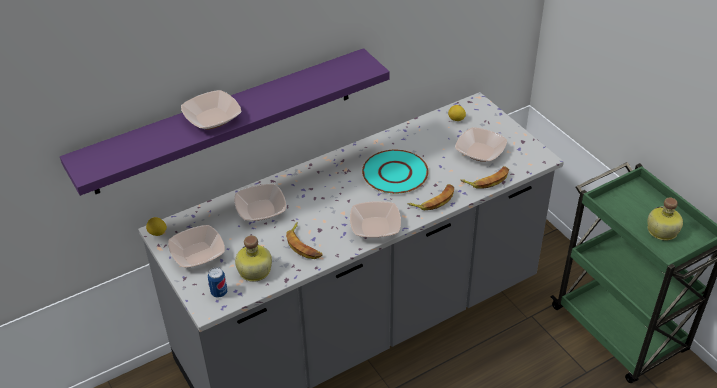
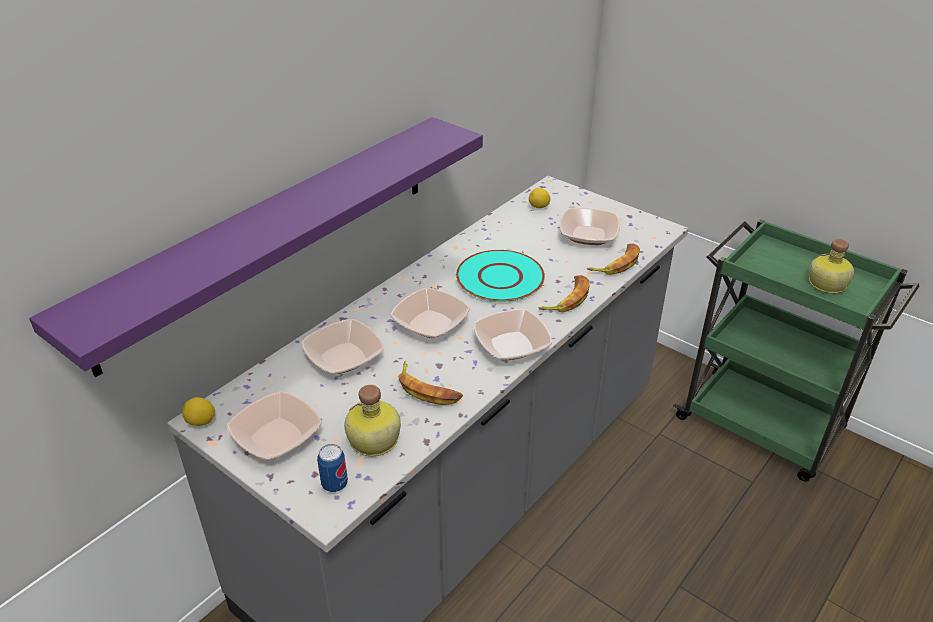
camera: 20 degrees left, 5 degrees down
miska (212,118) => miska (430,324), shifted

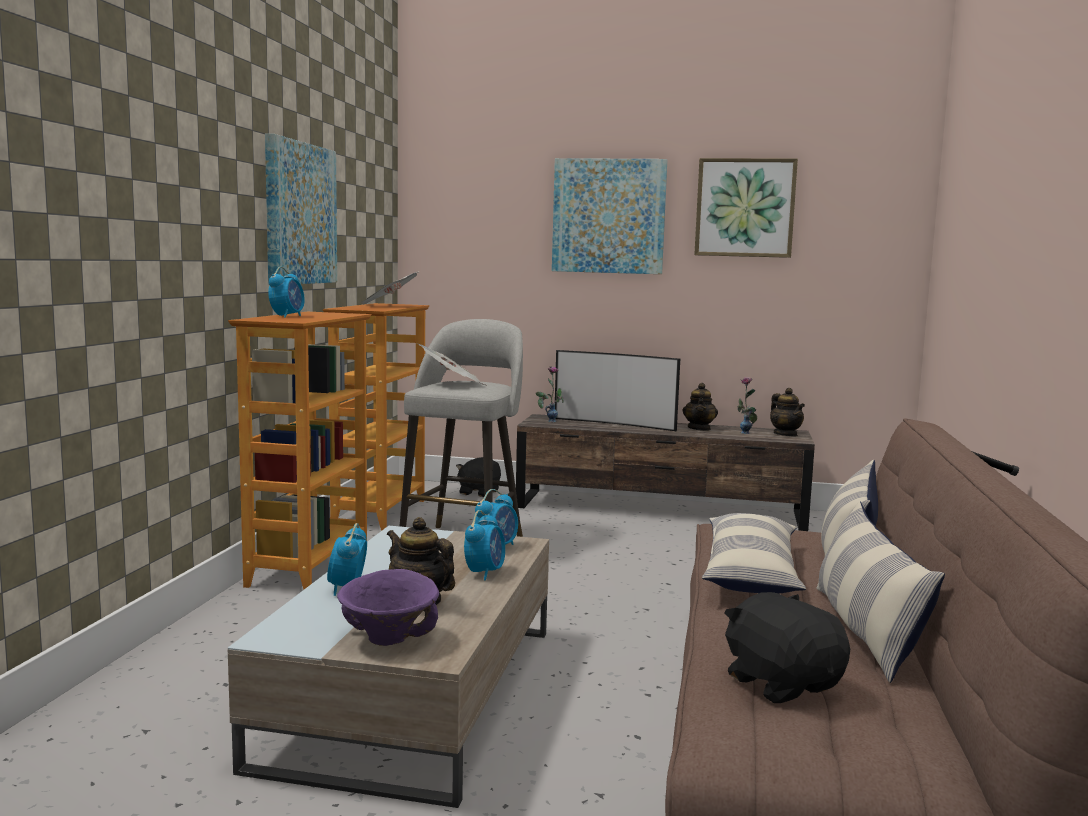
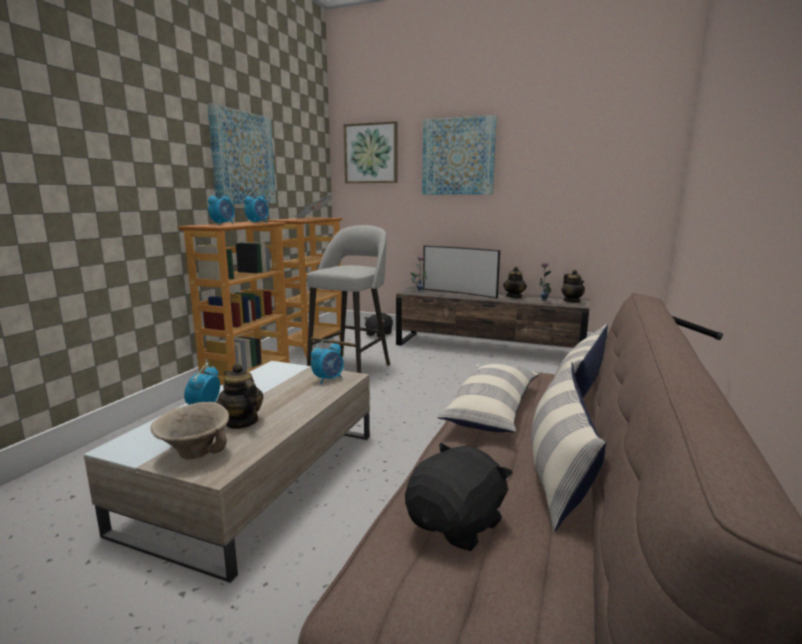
camera: 10 degrees right, 5 degrees up
gazeta (452,383) => nothing
budzik (485,573) => budzik (258,222), shifted
obraz (745,208) => obraz (371,153), shifted
miska (fioletowy) (387,640) => miska (beżowy) (193,454)
pluszak (czarny) (782,683) => pluszak (czarny) (457,524), 60 degrees clockwise

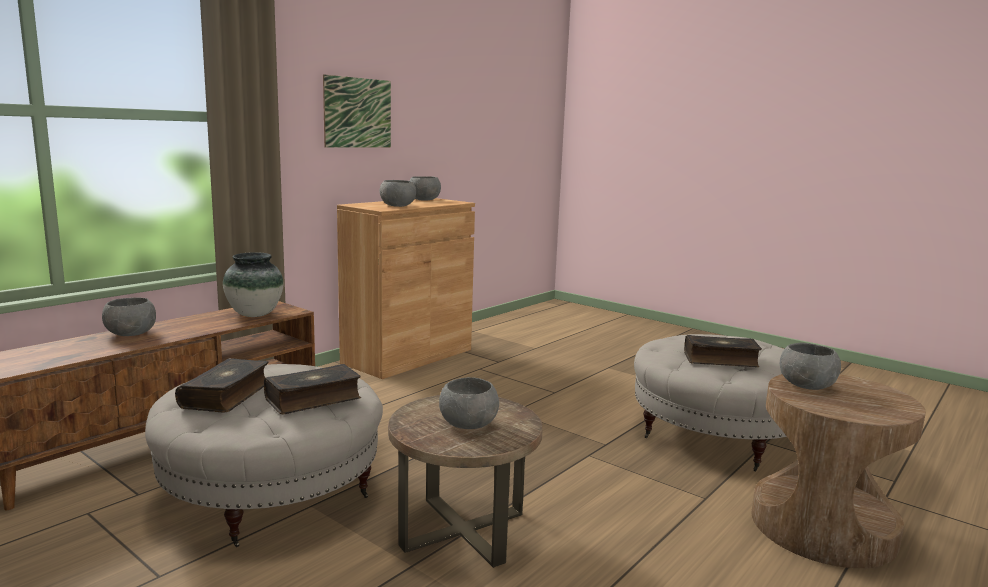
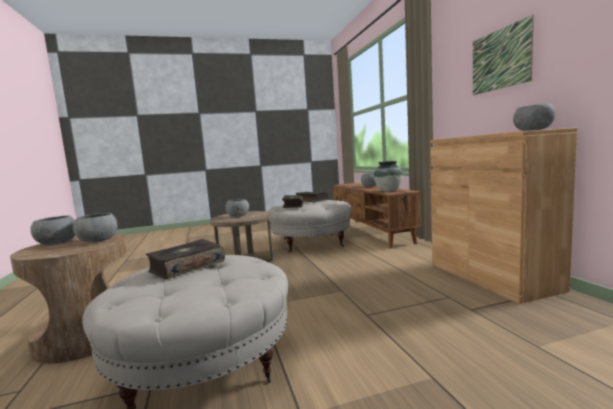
camera: 125 degrees right, 5 degrees down
miska (szary) (397,206) => miska (szary) (58,243), shifted

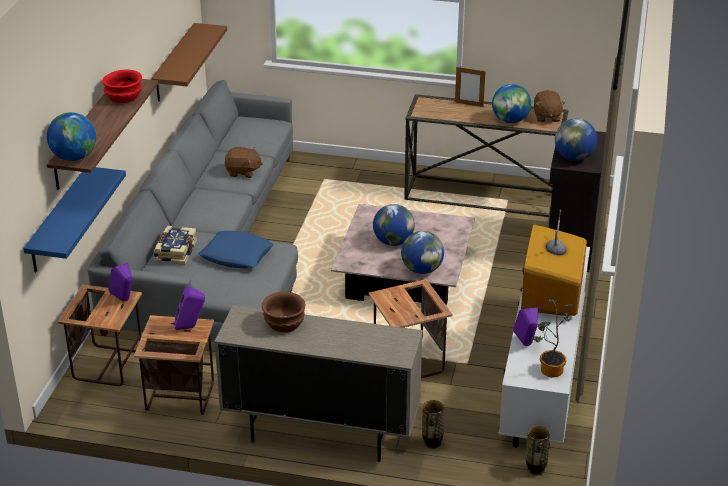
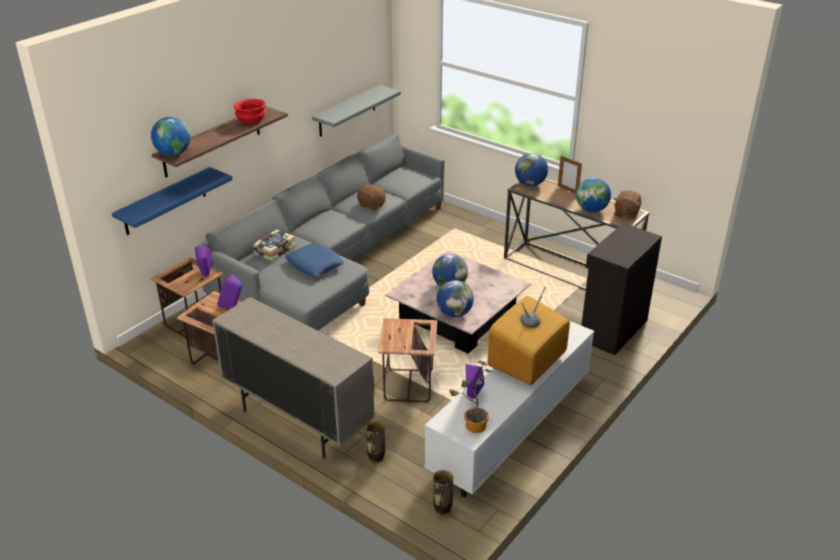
camera: 25 degrees right, 0 degrees up
miska (brązowy) (284,323) => nothing
globus (574,157) => globus (530,184), shifted
półka (brązowy) (174,63) => półka (szary) (347,111)

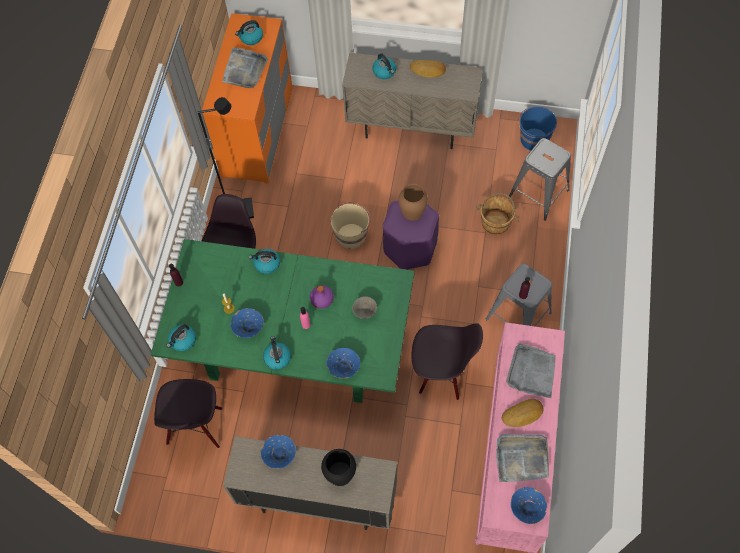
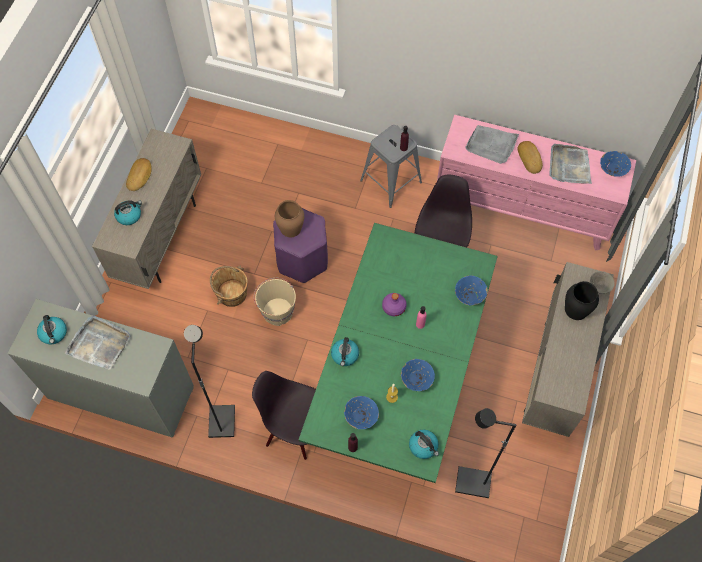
camera: 85 degrees left, 0 degrees up
czajnik (277,357) => nothing
stołek (szary) (538,194) => nothing
wiadro (niebieski) (533,140) => nothing
miska (niebieski) (279,455) => miska (niebieski) (361,416), shifted
miska (szary) (364,312) => miska (szary) (598,287), shifted
wiadro (brązowy) (495,222) => wiadro (brązowy) (231,293), shifted
krzesło (czarny) (195,427) => lampa stojąca (czarny) (472,483)
komoda (pomarańczowy) (257,132) => komoda (szary) (121,393)

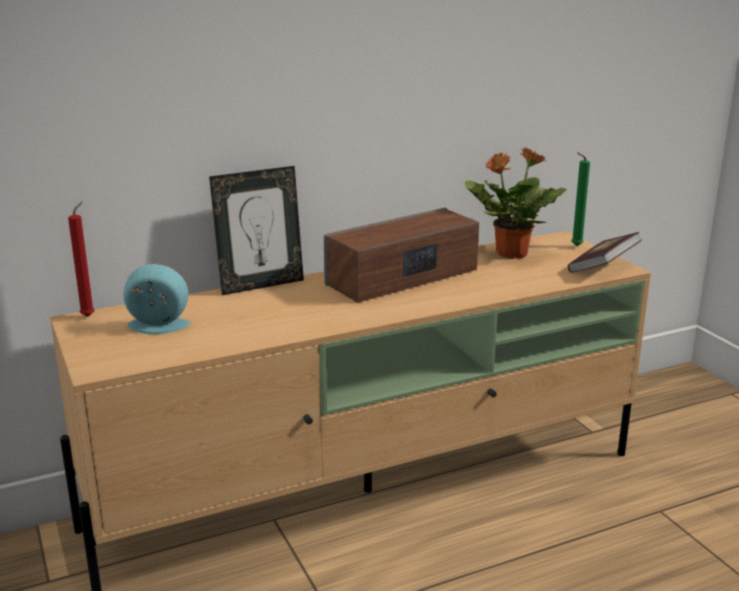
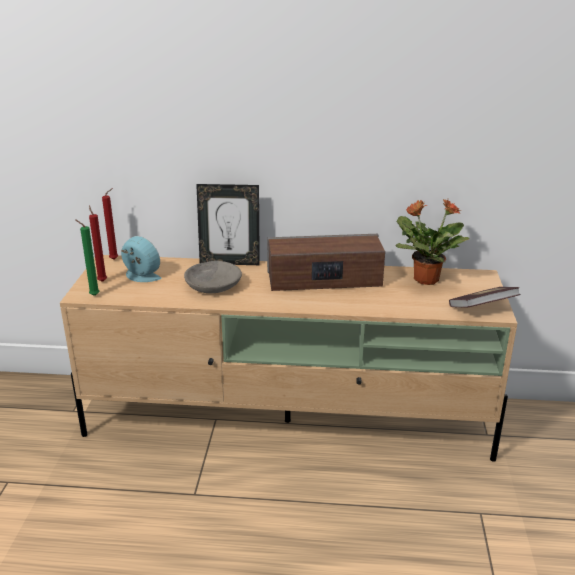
camera: 30 degrees right, 5 degrees up
nothing => świeca (czerwony) (102,281)
nothing => miska (szary) (213,285)
świeca (zielony) (575,246) => świeca (zielony) (93,295), shifted

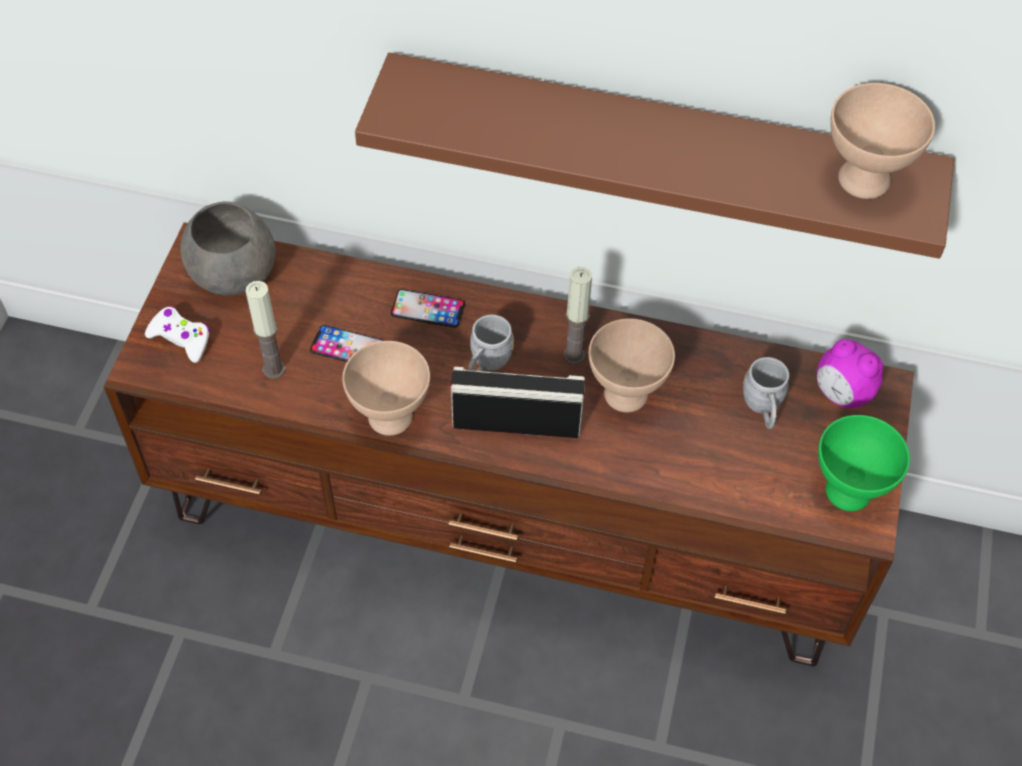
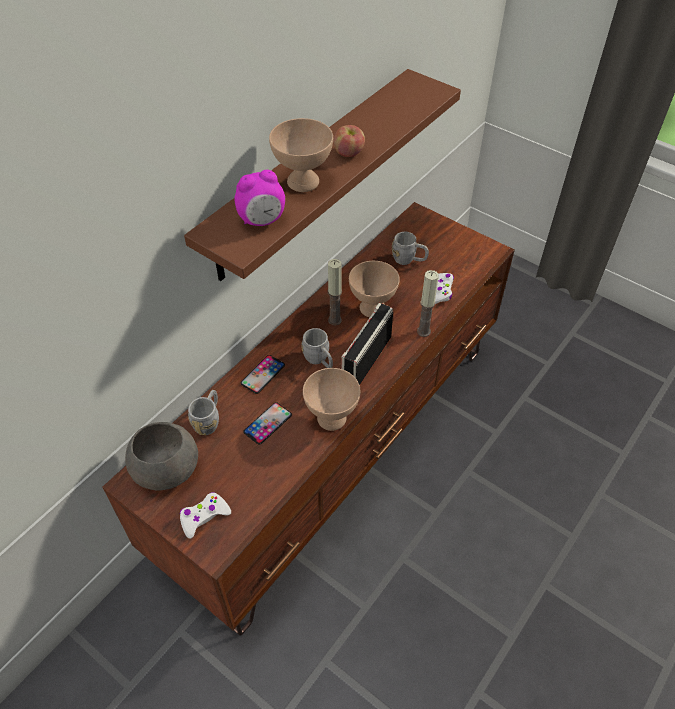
camera: 65 degrees left, 5 degrees down
miska (zielony) (846,491) => nothing
nothing => kubek (szary) (209,420)
nothing => jabłko (349,153)
nothing => pad do gier (biały) (441,291)
świeca (274,369) => świeca (423,331), shifted
budzik (842,394) => budzik (262,220), shifted
miska (beżowy) (862,179) => miska (beżowy) (302,182), shifted

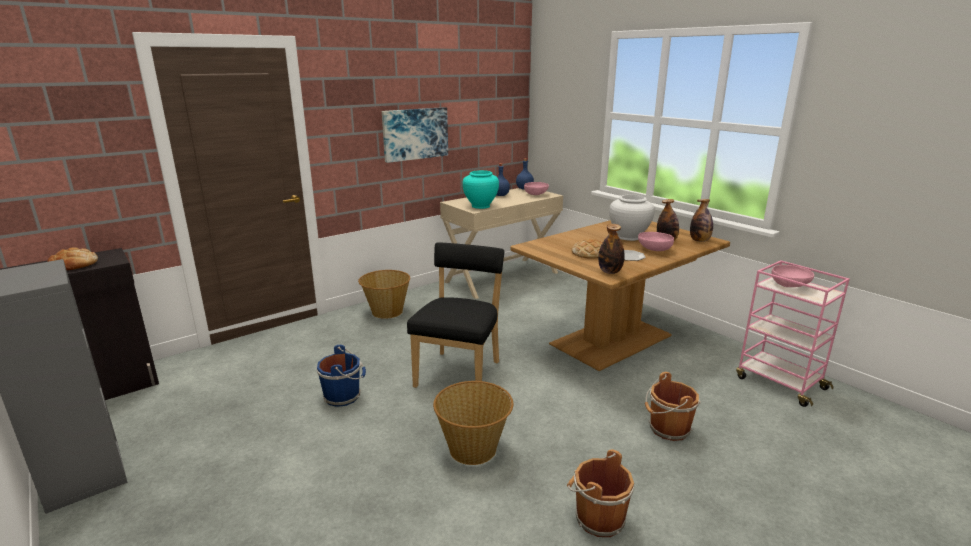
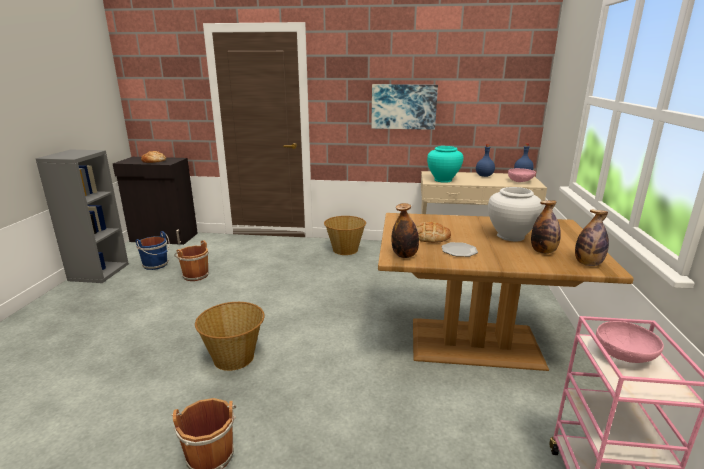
camera: 45 degrees right, 0 degrees up
krzesło (czarny) (460,372) => nothing
miska (różowy) (654,250) => nothing
wiadro (niebieski) (344,396) => wiadro (niebieski) (156,265), shifted
wiadro (brązowy) (667,429) => wiadro (brązowy) (195,275), shifted

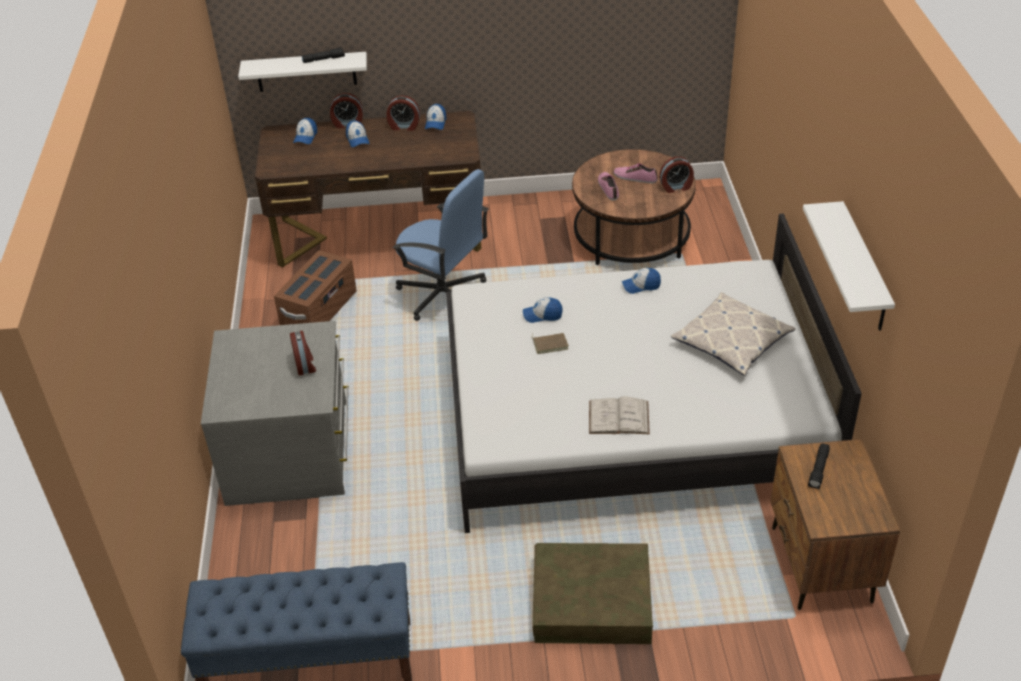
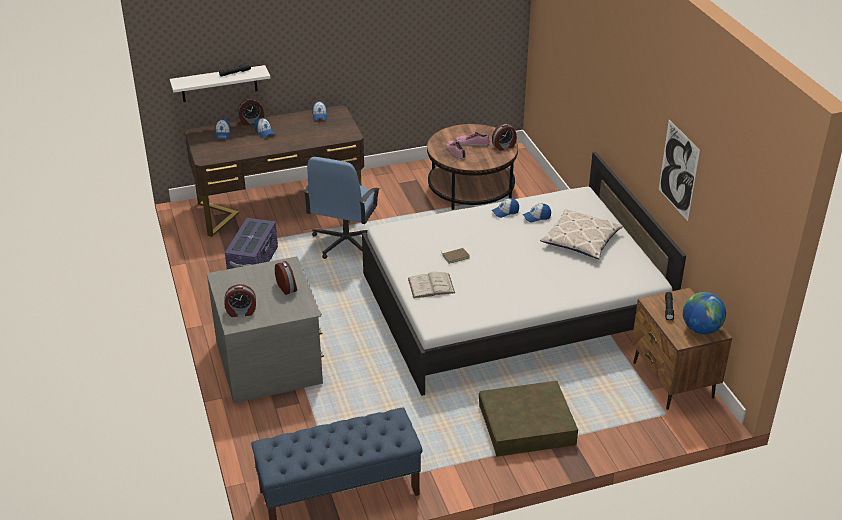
camera: 15 degrees left, 5 degrees down
nothing => globus (701,329)
budzik (404,126) => budzik (241,312), shifted
czapka z daszkiem (542,315) => czapka z daszkiem (536,217), shifted
książka (biały) (618,417) => książka (biały) (431,285), shifted
półka (biały) (864,269) => obraz (678,170)
pojemnik do przechowywania (brązowy) (319,310) => pojemnik do przechowywania (fioletowy) (253,263)
krzesło biurowe (niebieski) (443,295) => krzesło biurowe (niebieski) (345,242), 90 degrees clockwise

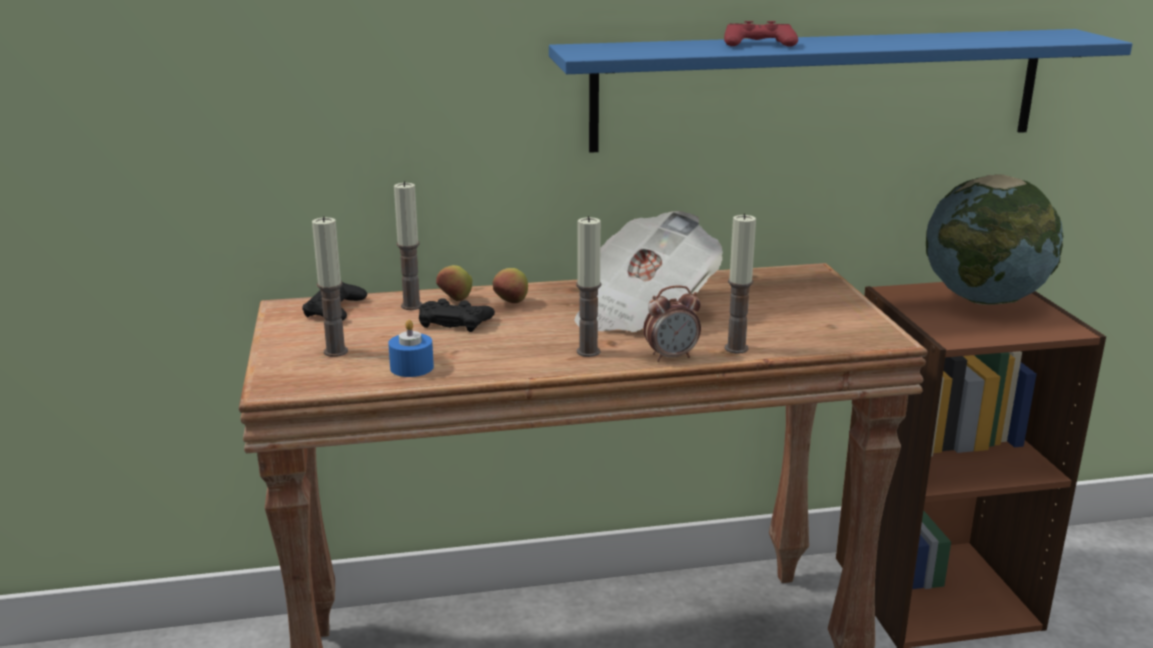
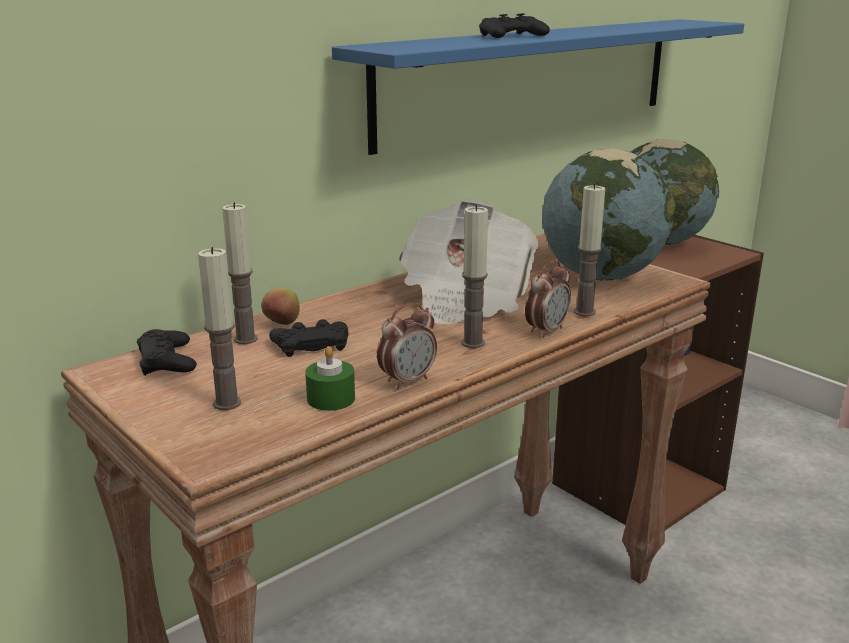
camera: 30 degrees left, 0 degrees up
jabłko (511,303) => nothing
nothing => budzik (407,381)
nothing => globus (601,276)
świeca (niebieski) (412,367) => świeca (zielony) (331,398)
pad do gier (czerwony) (758,44) => pad do gier (czarny) (512,36)

